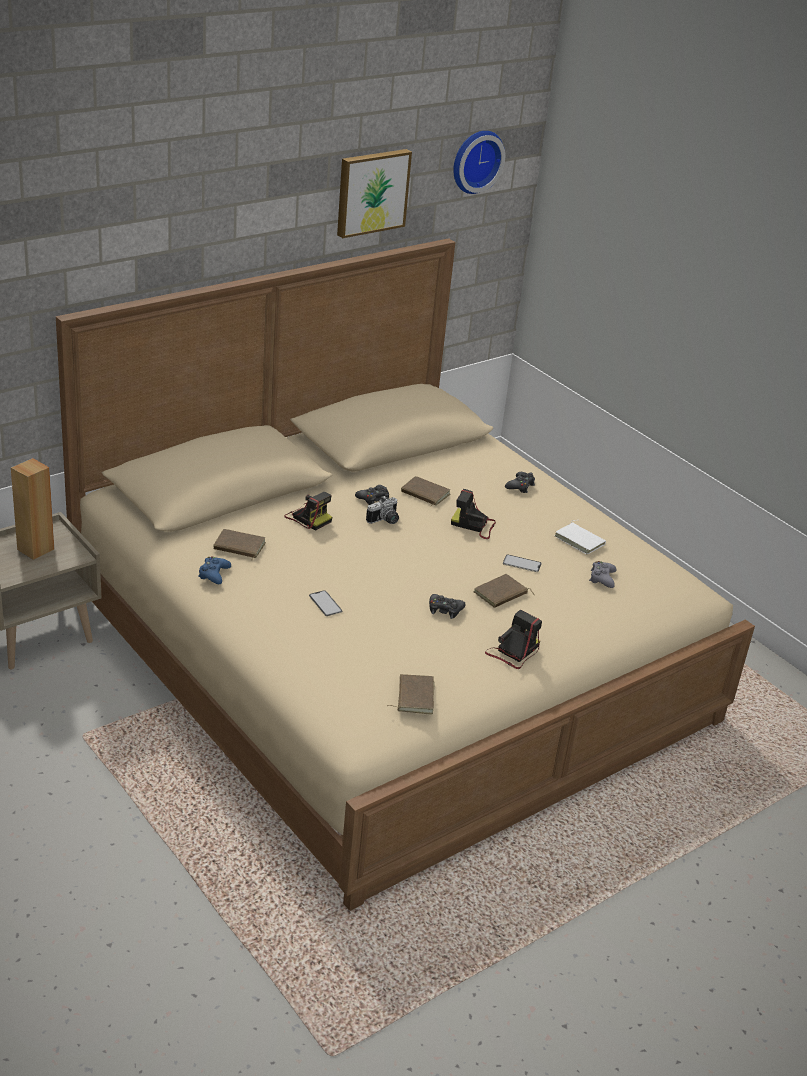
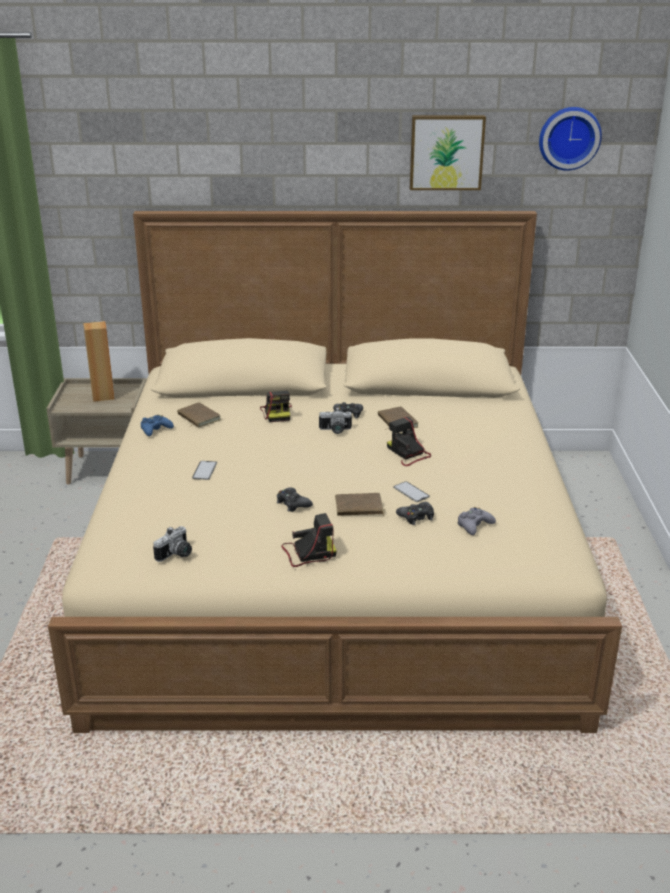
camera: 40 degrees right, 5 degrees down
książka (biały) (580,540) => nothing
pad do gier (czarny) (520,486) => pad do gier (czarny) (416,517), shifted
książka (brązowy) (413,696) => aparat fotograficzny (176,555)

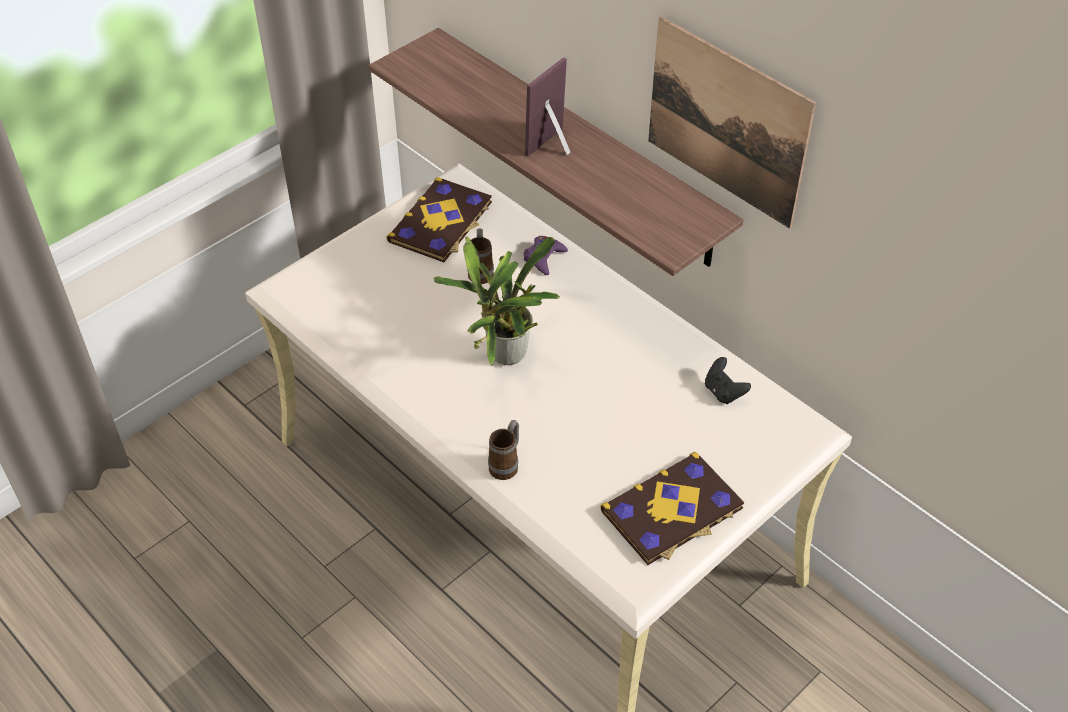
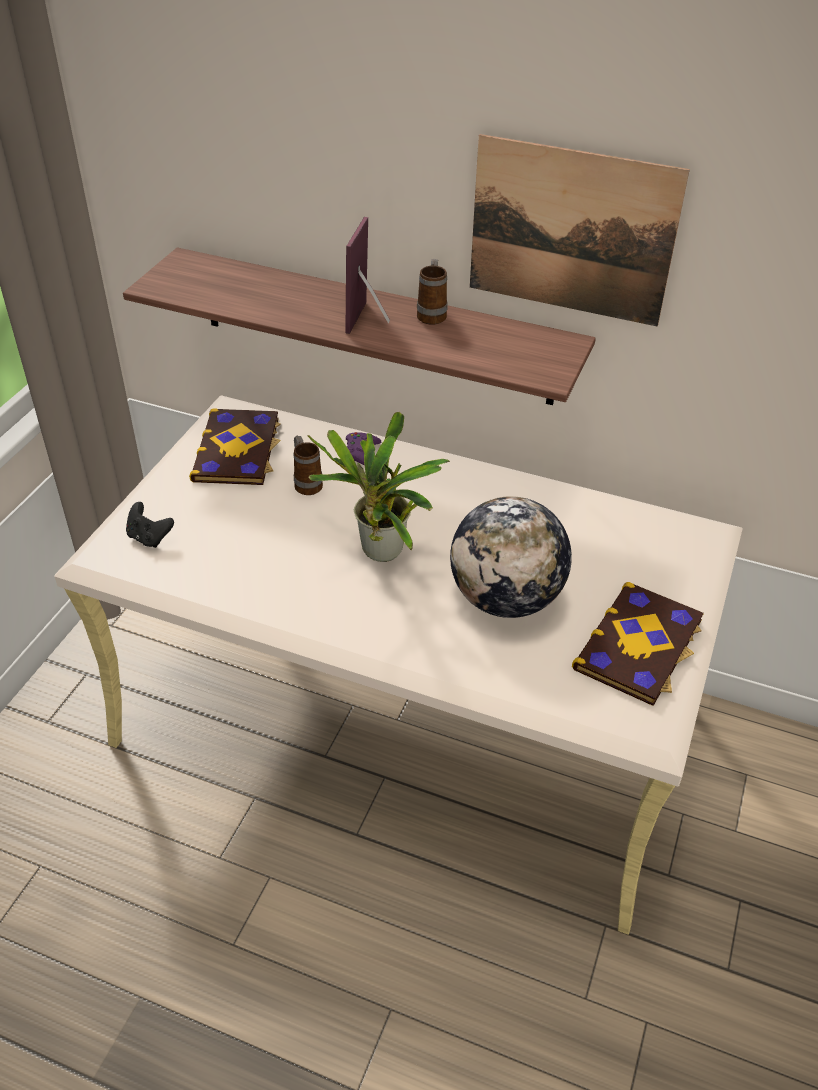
camera: 25 degrees left, 5 degrees down
nothing => globus (506,599)
kubek (506,464) => kubek (432,313), shifted
pad do gier (czarny) (723,392) => pad do gier (czarny) (149,537), shifted

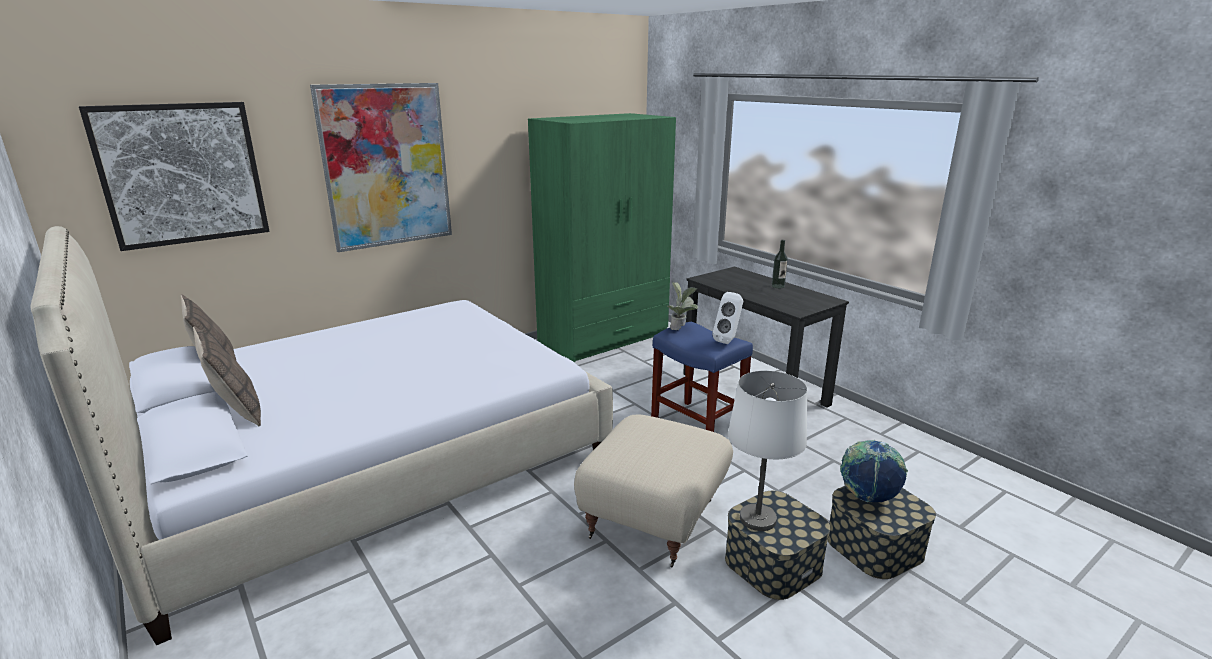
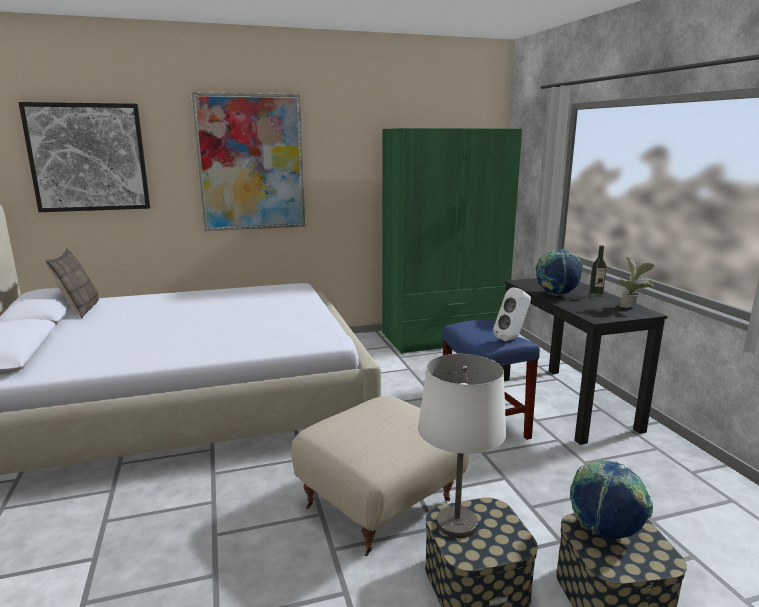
camera: 20 degrees right, 5 degrees down
poduszka (236,412) => nothing
nothing => globus (556,295)
roślina doniczkowa (681,328) => roślina doniczkowa (632,307), shifted

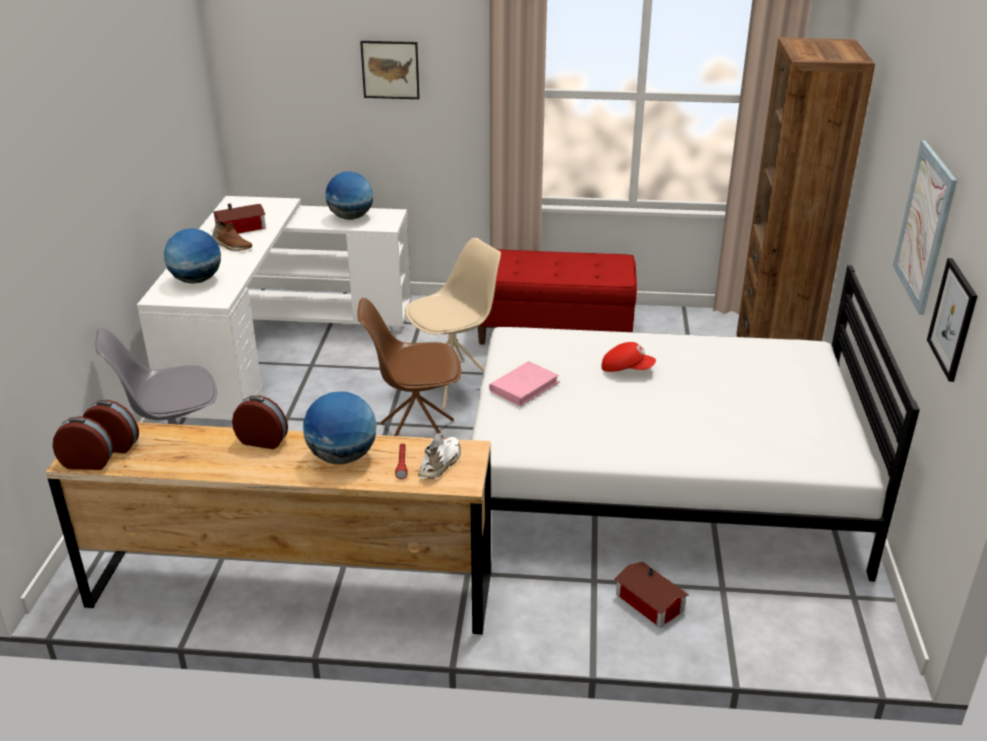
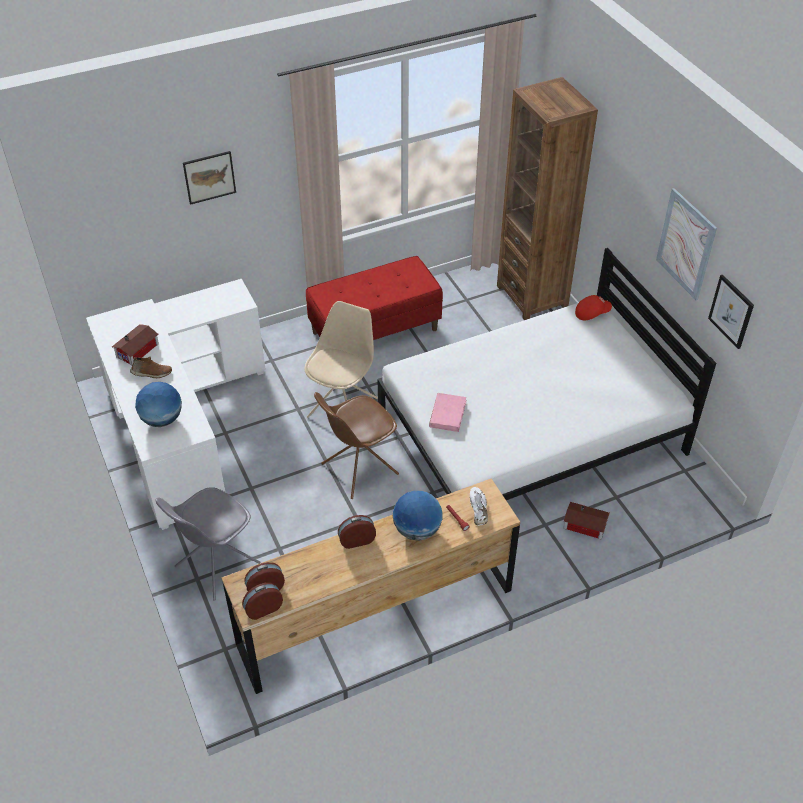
camera: 30 degrees left, 15 degrees up
globus (351,217) => nothing
czapka z daszkiem (czerwony) (626,369) => czapka z daszkiem (czerwony) (591,313), shifted

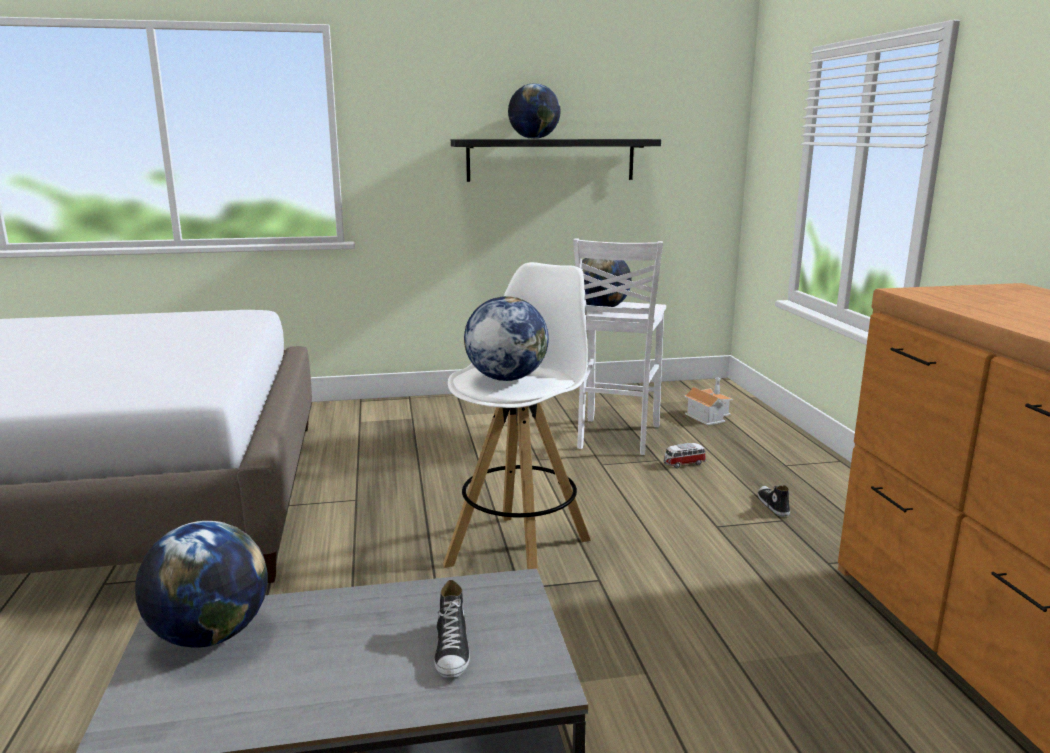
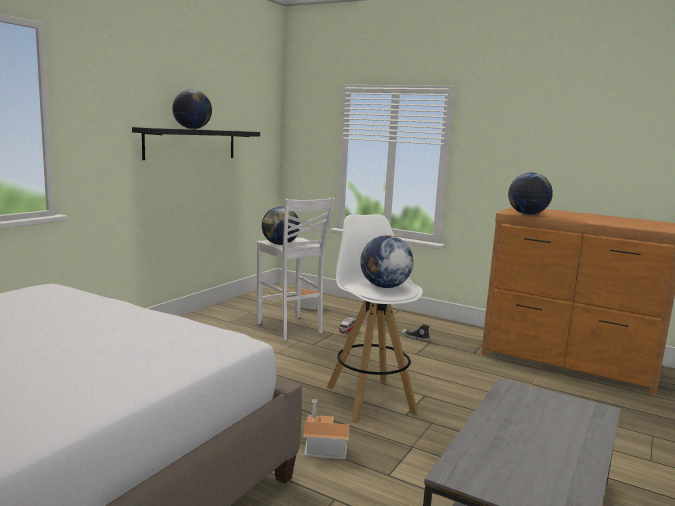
camera: 50 degrees left, 5 degrees down
but (452,650) => nothing
nothing => domek (322,445)
globus (210,635) => globus (527,214), shifted

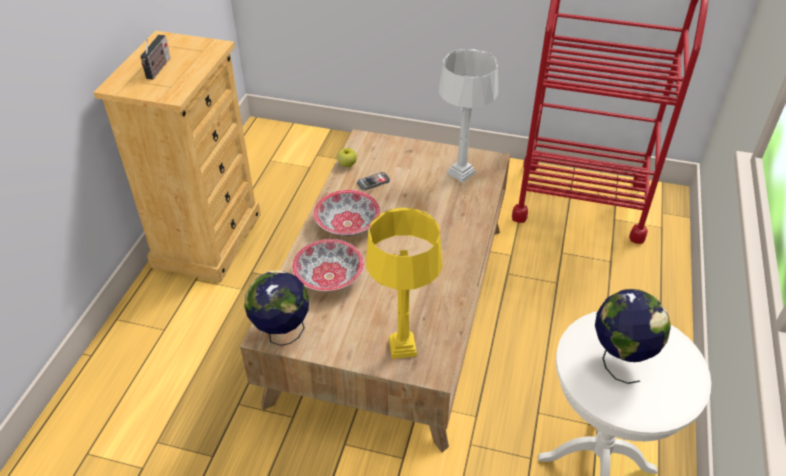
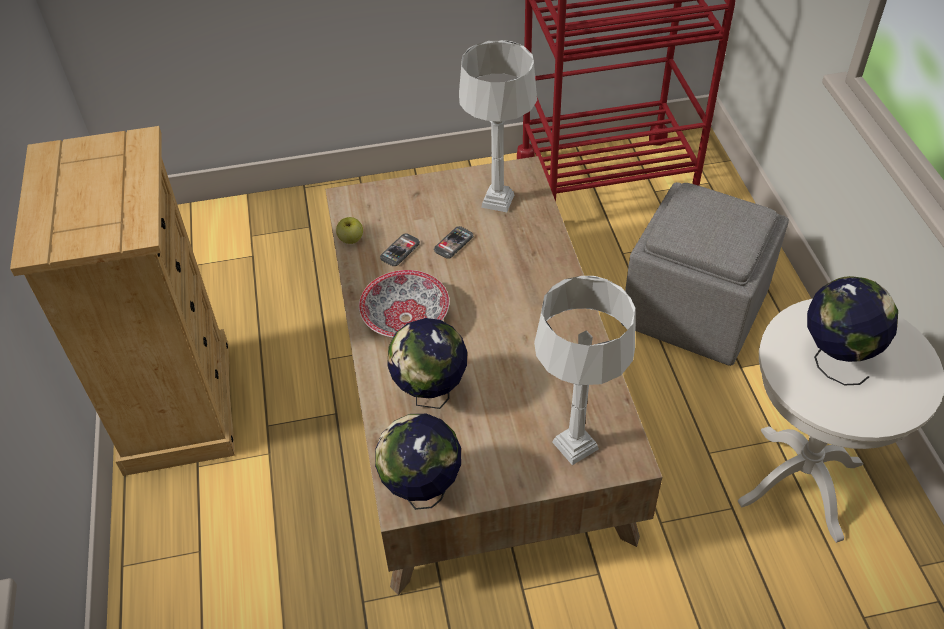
camera: 25 degrees left, 5 degrees up
radio (158,69) => nothing
nothing => telefon (453,243)
nothing => pufa (szary) (696,309)
miska (329,277) => globus (430,395)
lampa stołowa (żółty) (402,346) => lampa stołowa (szary) (575,445)

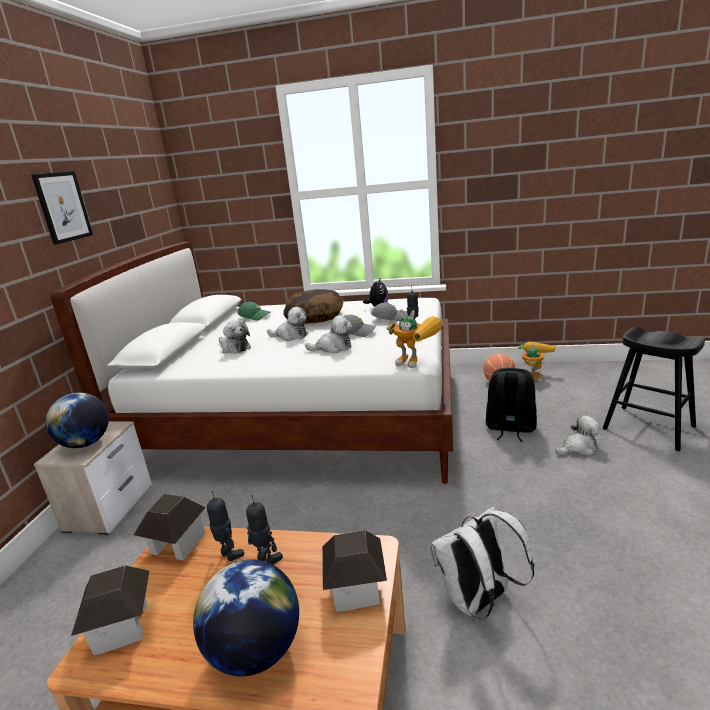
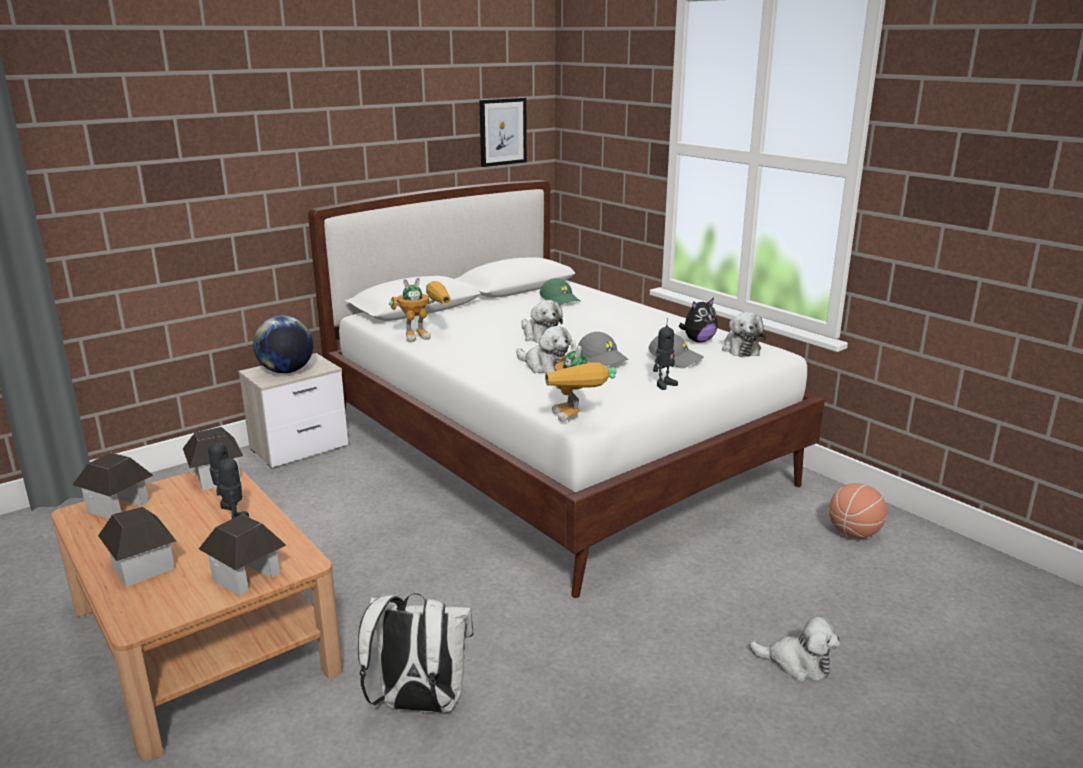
camera: 40 degrees right, 0 degrees up
poduszka (315,318) => nothing
plecak (czarny) (510,428) => nothing
stołek (czarny) (648,428) => nothing
obraz (63,207) => obraz (502,131), shifted
pluszak (234,348) => pluszak (740,349), shifted
robot zabawkowy (533,375) => robot zabawkowy (425,335), shifted
globus (256,651) => domek (143,567)

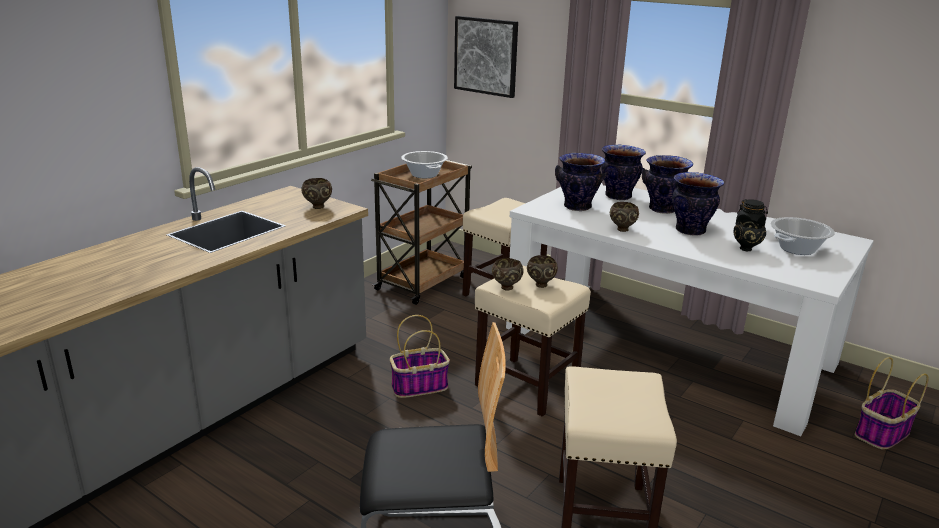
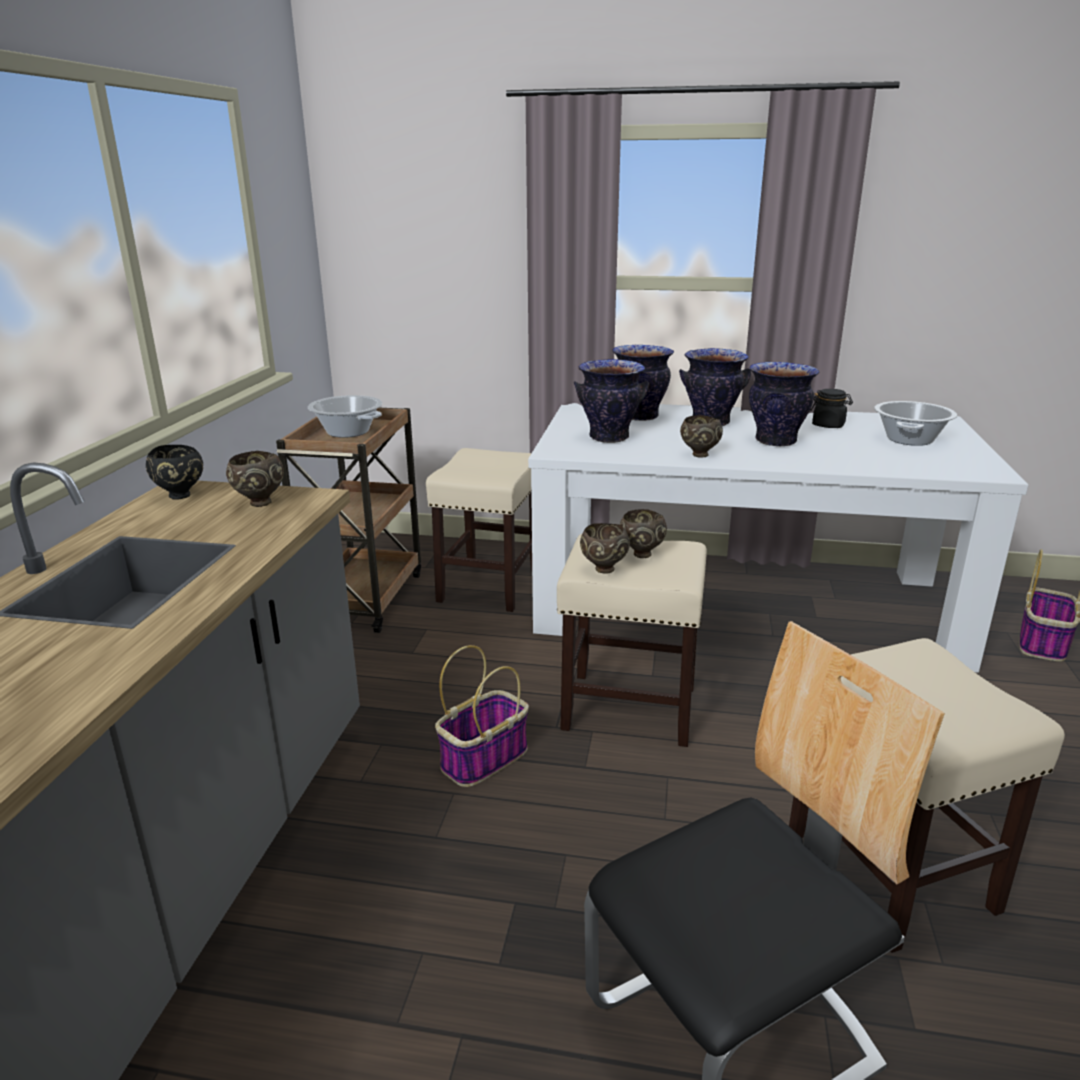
camera: 25 degrees left, 0 degrees up
obraz (486,56) => nothing
miska (czarny) (746,249) => miska (czarny) (181,496), shifted

